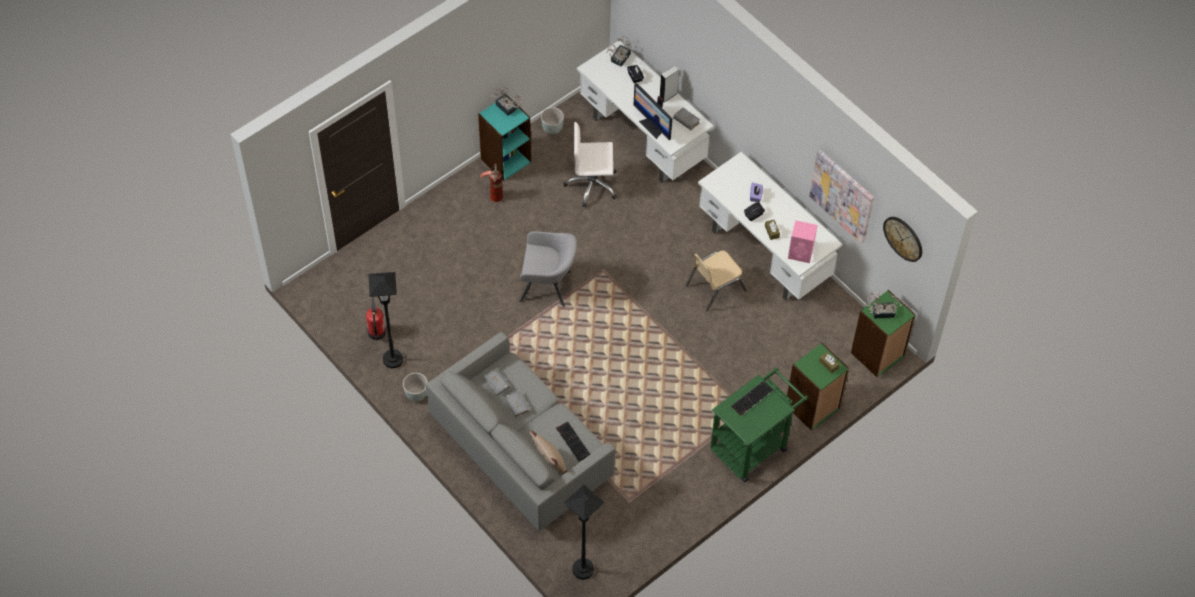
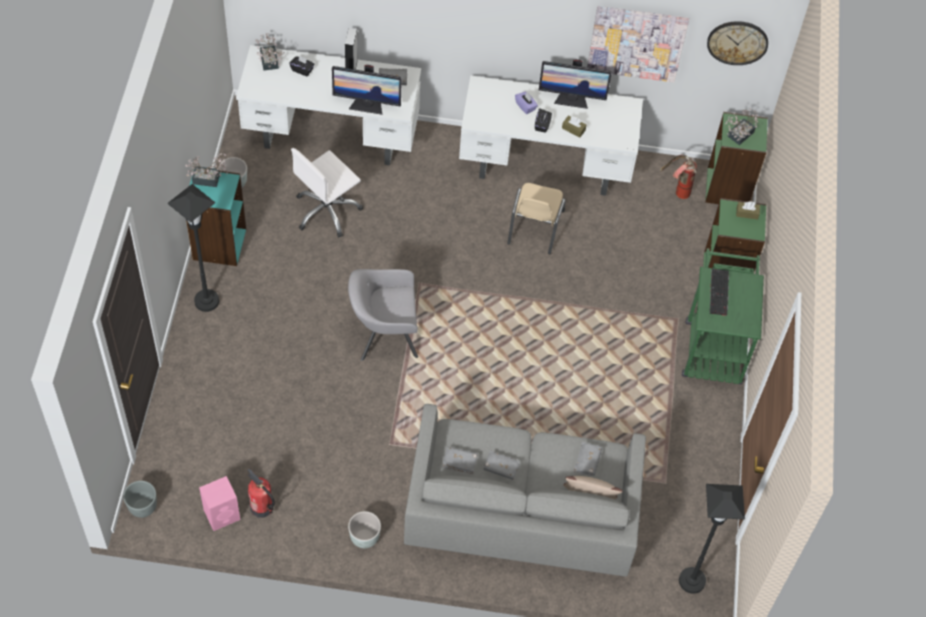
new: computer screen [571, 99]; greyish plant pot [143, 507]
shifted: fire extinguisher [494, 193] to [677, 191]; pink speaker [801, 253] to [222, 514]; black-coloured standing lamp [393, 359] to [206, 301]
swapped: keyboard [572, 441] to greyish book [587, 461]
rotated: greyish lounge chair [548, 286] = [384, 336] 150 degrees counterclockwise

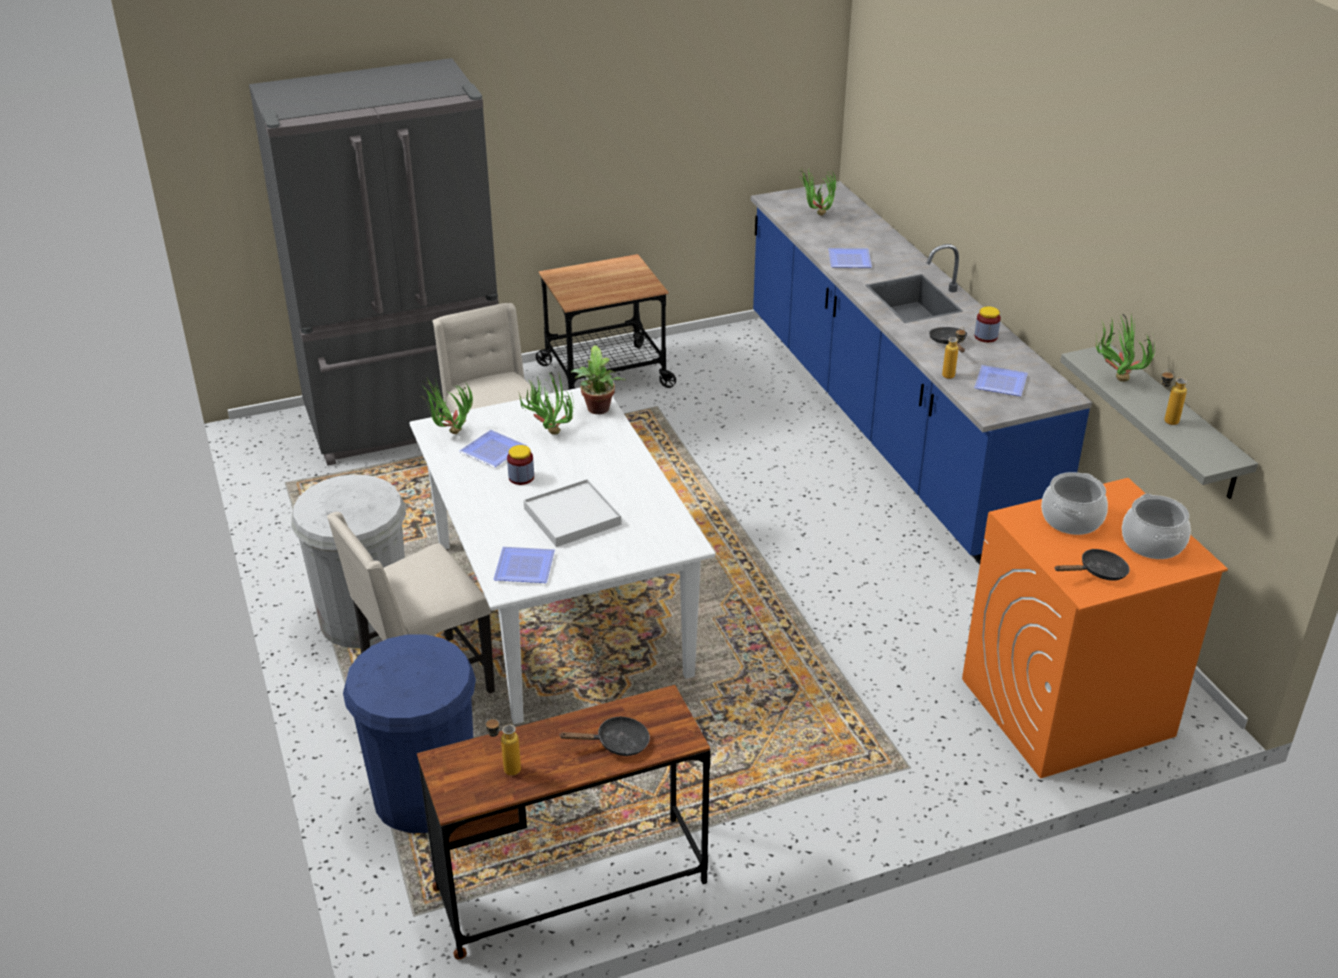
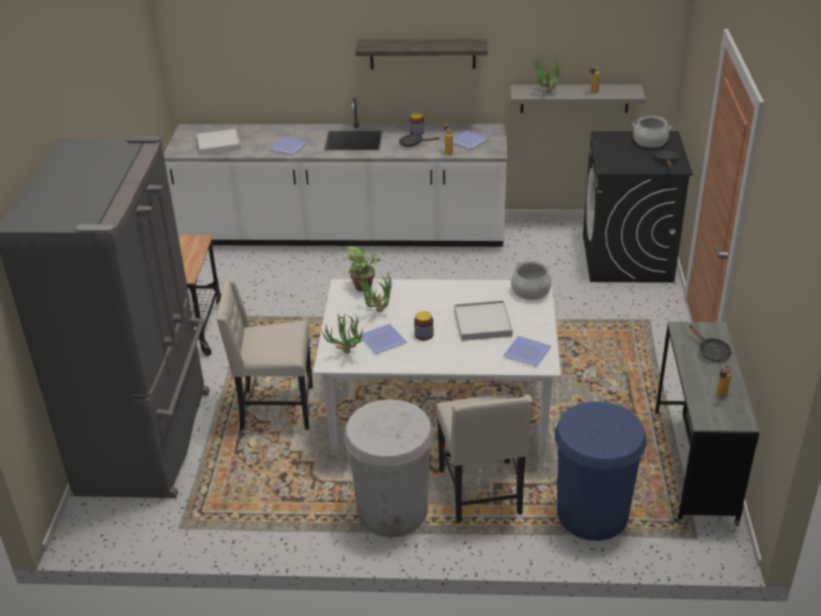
new: shelf [422, 54]
shifted: cooking pot [1072, 519] to [531, 290]
swapped: houseplant [816, 216] to white tray [218, 143]
repainted: blue-coloured kitchen counter [887, 424] to white kitchen counter [344, 235]; orangey laundry machine [1065, 708] to black-coloured laundry machine [627, 258]; brownish desk [571, 886] to greyish desk [694, 465]
rotated: black-coloured pan [617, 743] = [711, 352] 135 degrees clockwise

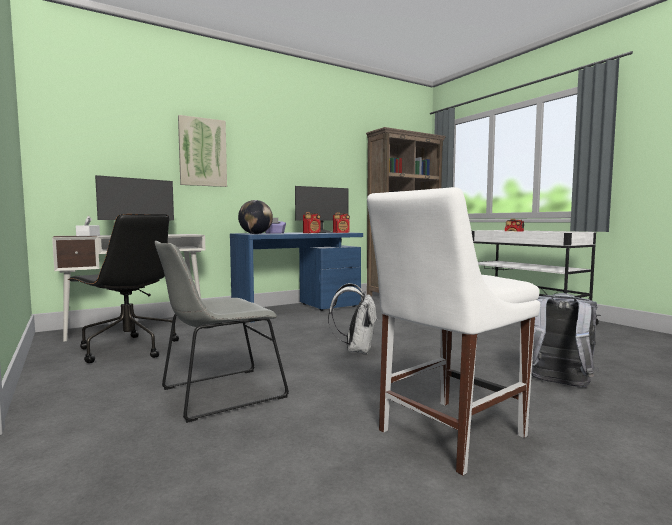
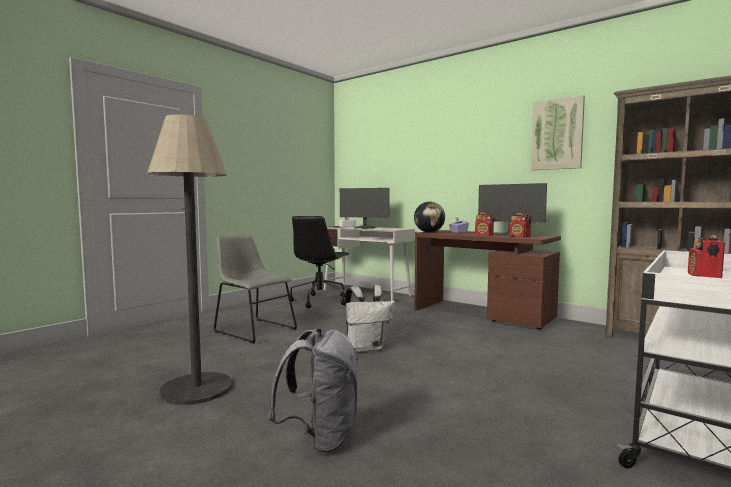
shifted: picture [202, 152] to [557, 134]
swapped: white upright chair [446, 435] to standing lamp [197, 388]
repainted: blue-coloured desk [298, 309] to brownish desk [483, 314]

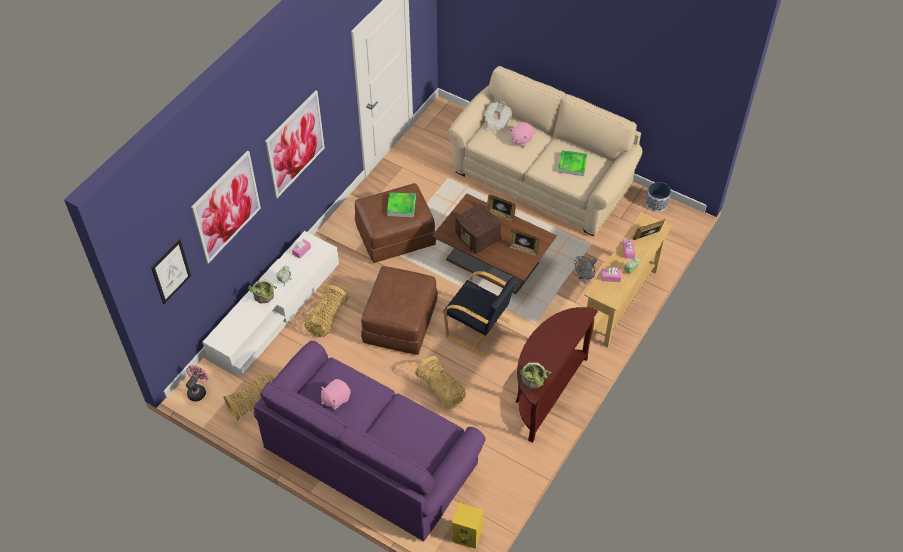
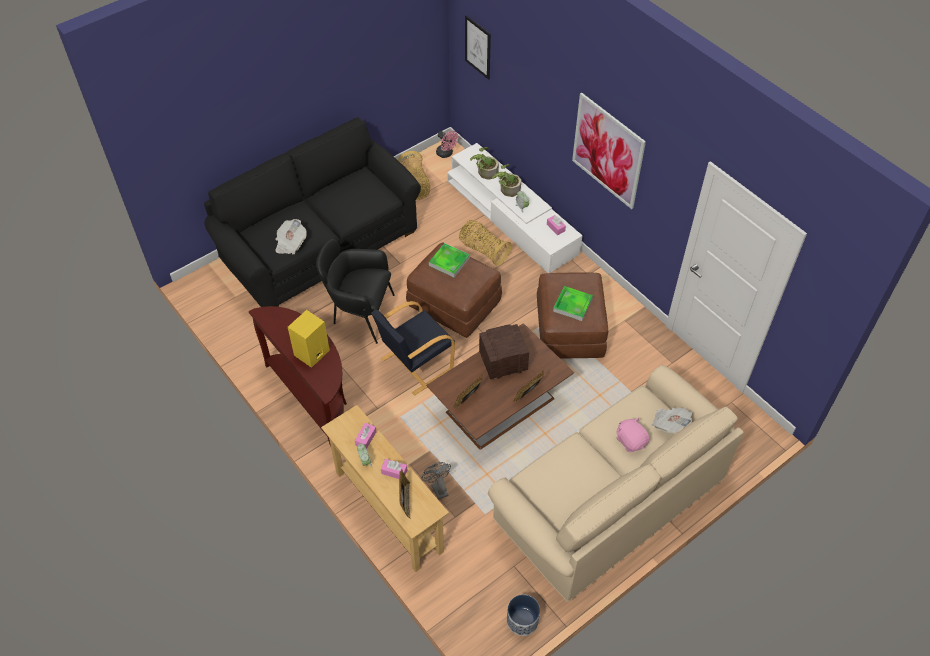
gone: picture [226, 207]; pink soft toy [335, 399]
new: printed paper [290, 243]
shifted: tray [572, 164] to [449, 262]; houseplant [533, 382] to [485, 172]; yellow-coloured speaker [468, 535] to [311, 354]
swapped: basket [441, 391] to black-coloured lounge chair [359, 314]
repainted: purple settee [370, 457] to black-coloured settee [320, 246]

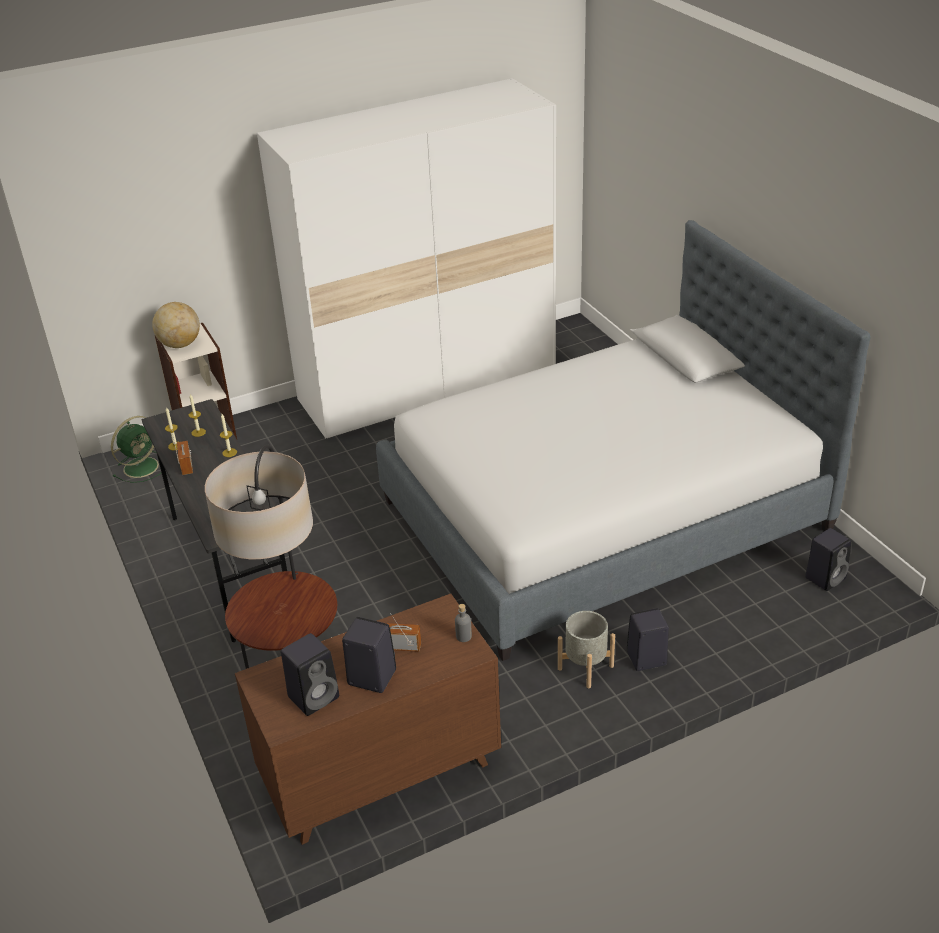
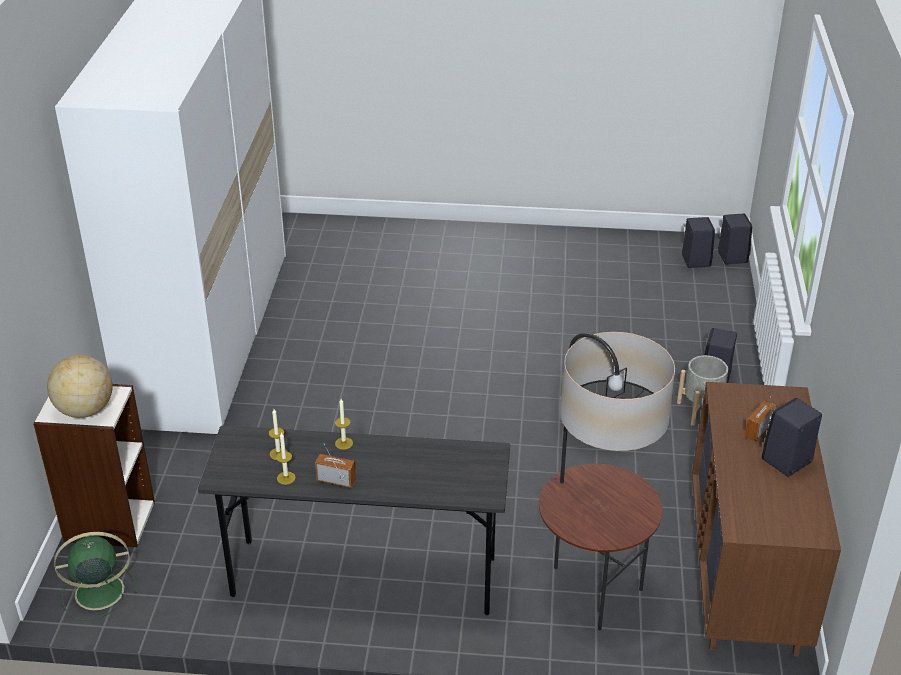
gone: bedroom bed [603, 515]; greyish bottle [463, 636]
shifted: black-coloured speaker [315, 696] to [731, 256]
rotated: greenish fan [142, 466] = [97, 592] 90 degrees counterclockwise

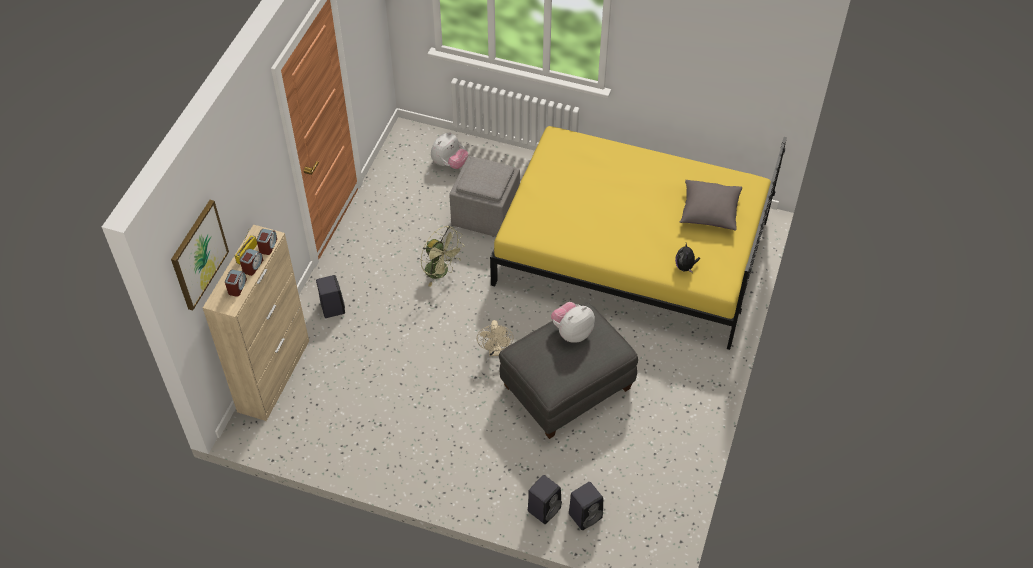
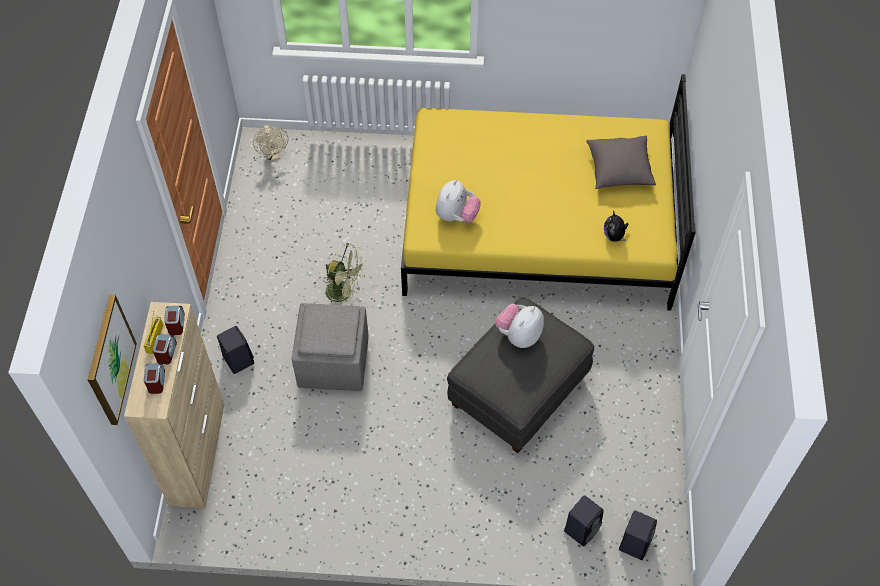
shifted: soft toy [449, 164] to [456, 216]; greyish pouffe [486, 214] to [334, 363]; beige-coloured fan [495, 350] to [273, 155]; black-coloured speaker [544, 508] to [635, 542]

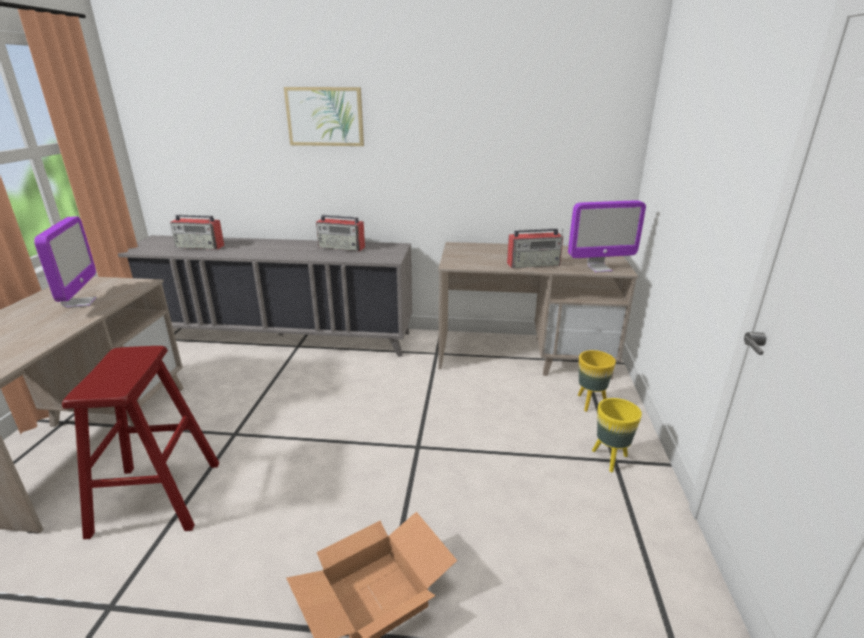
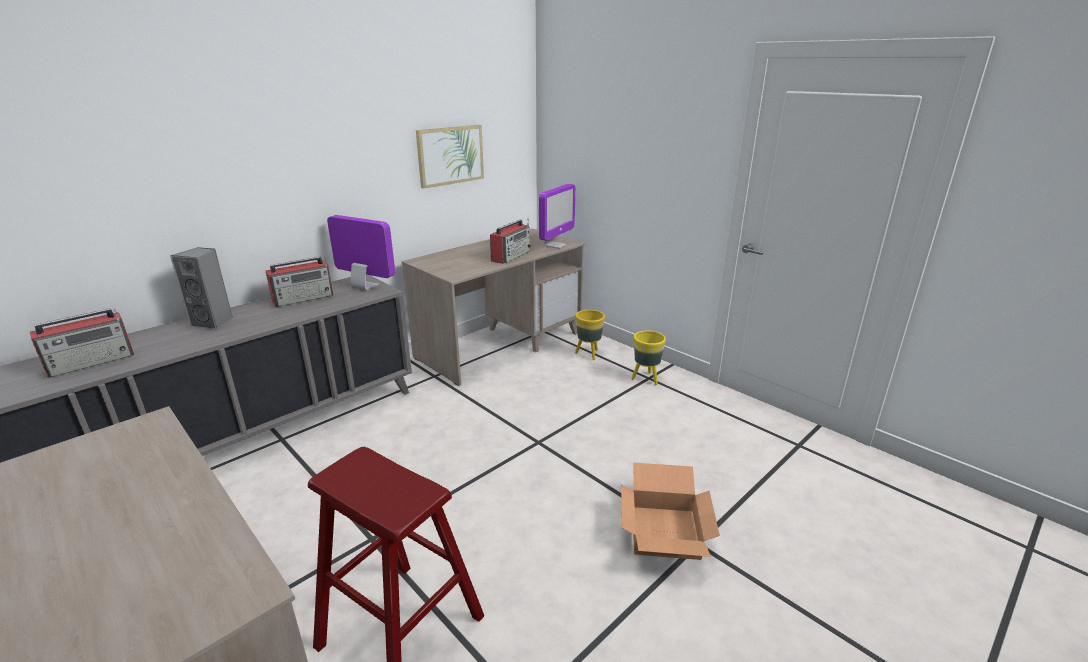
new: greyish speaker [214, 322]
shifted: picture [325, 116] to [450, 155]; computer screen [80, 303] to [365, 286]

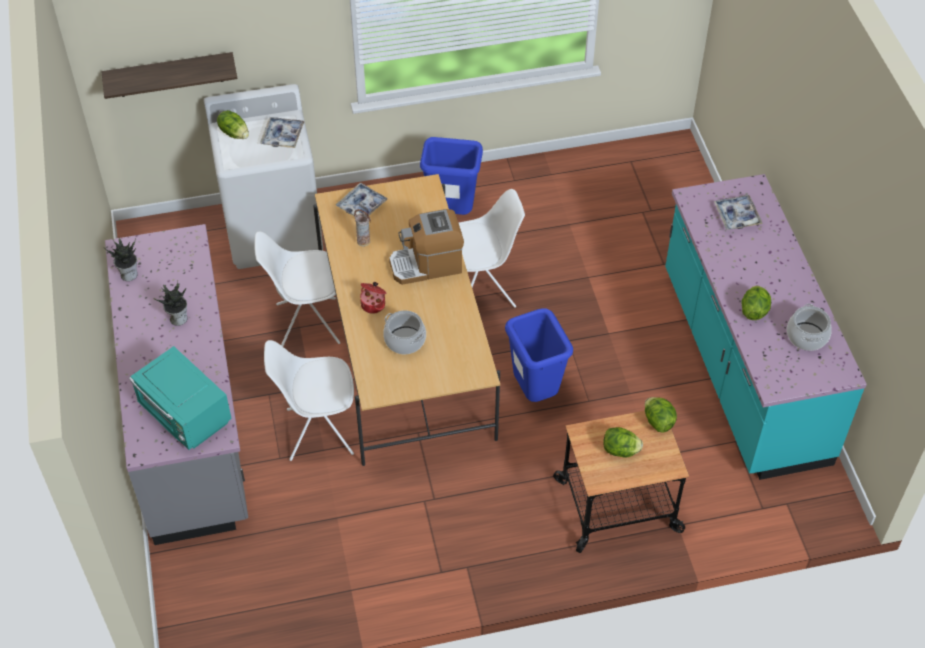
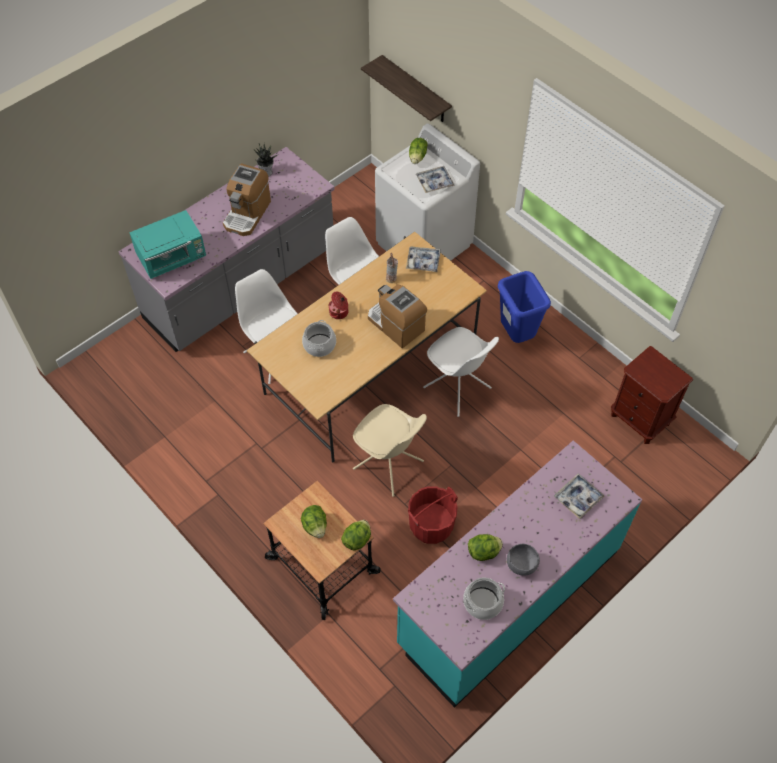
new: brownish nightstand [640, 419]; reddish bucket [431, 526]; greyish deep dish [521, 565]
swapped: houseplant [178, 318] to coffee machine [247, 214]; blue-coloured trash can [535, 392] to beige-coloured upright chair [389, 466]
rotated: blue-green kitchen microwave [185, 416] = [173, 258] 135 degrees counterclockwise

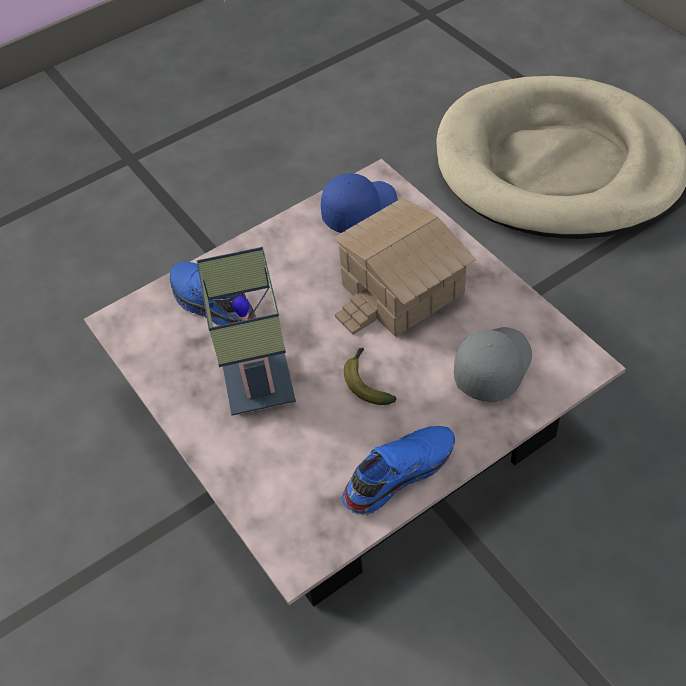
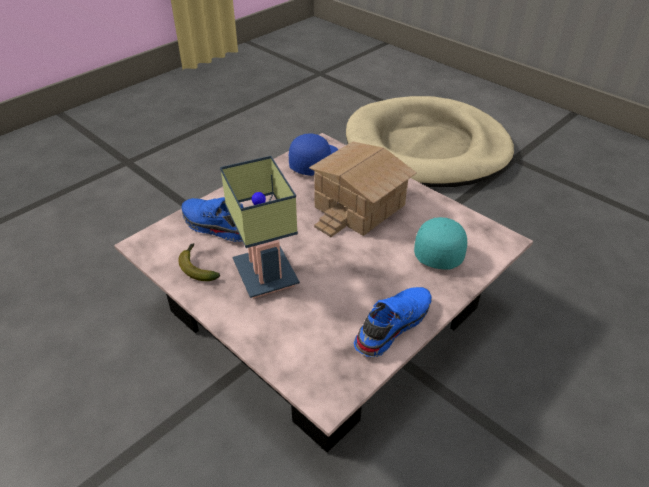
shifted: banana fruit [366, 381] to [197, 267]
repainted: greyish peaked cap [492, 367] to blue-green peaked cap [439, 248]

